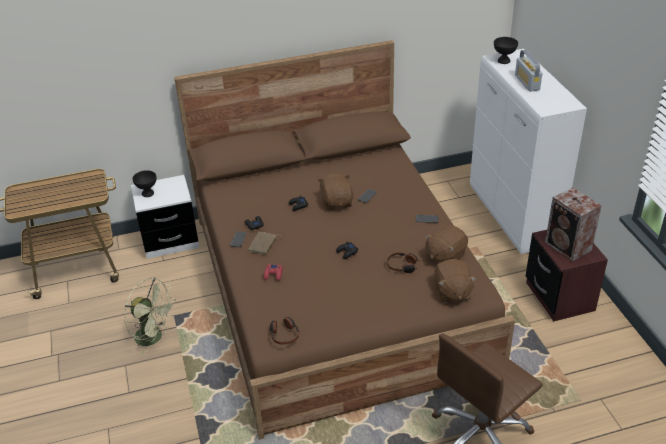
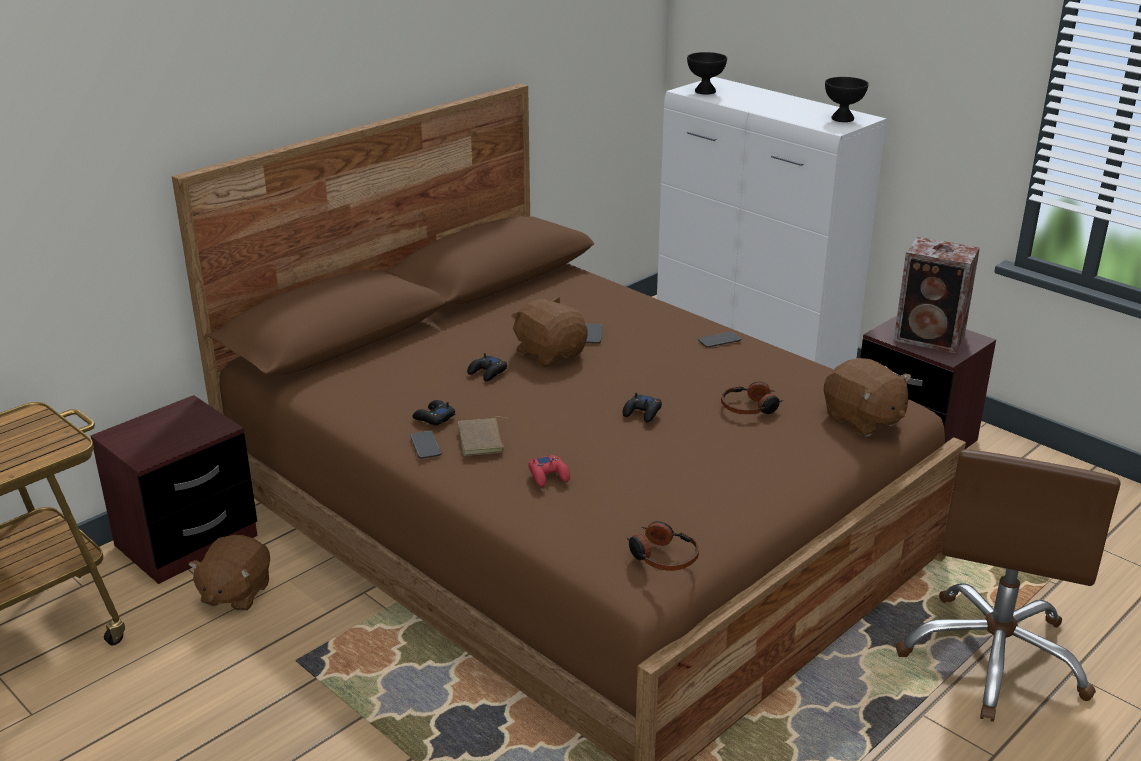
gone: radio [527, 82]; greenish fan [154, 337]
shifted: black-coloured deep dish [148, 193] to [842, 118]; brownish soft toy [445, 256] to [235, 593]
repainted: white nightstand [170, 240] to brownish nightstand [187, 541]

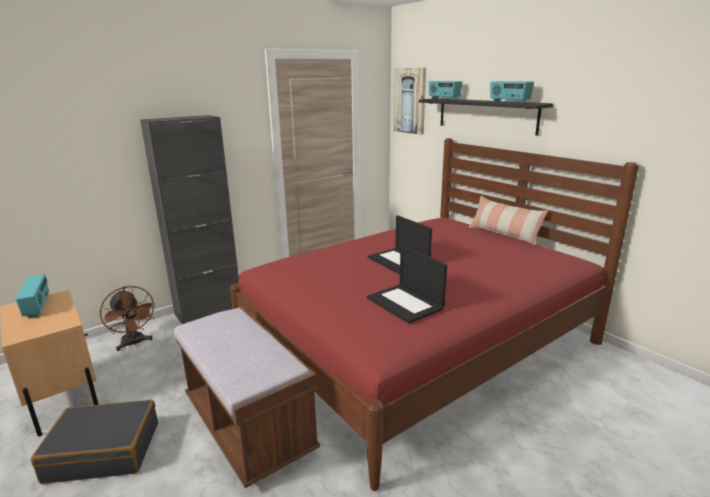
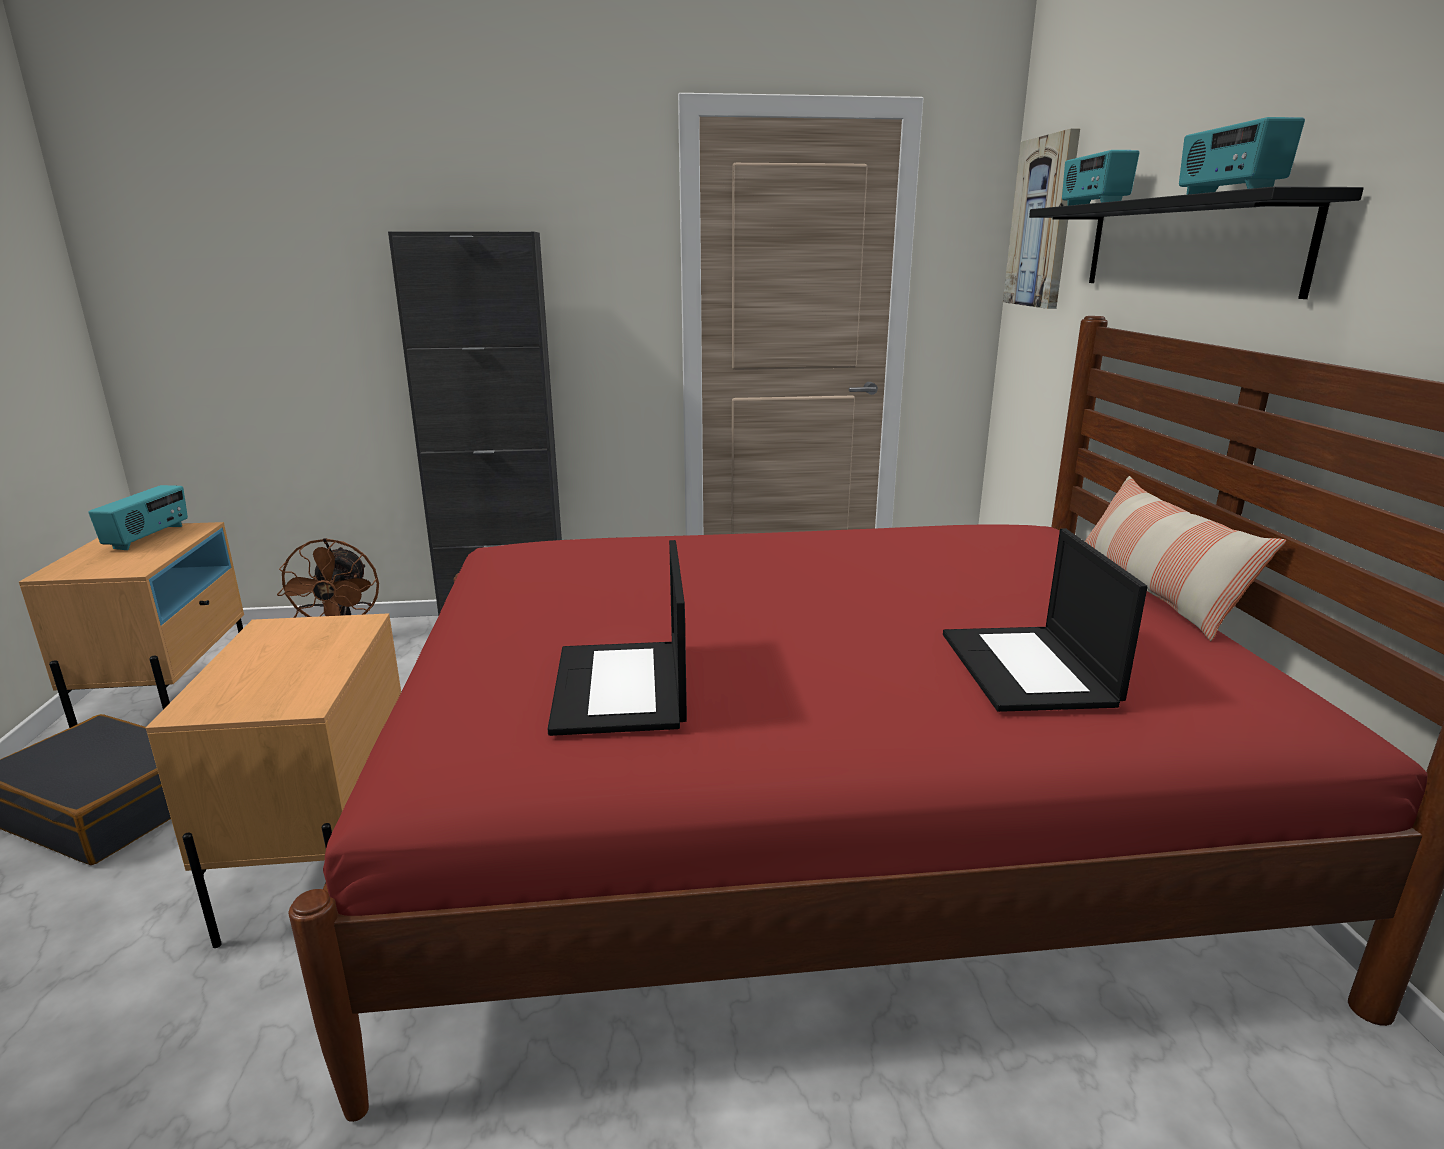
shifted: laptop [399, 261] to [1029, 669]
swapped: brownish bench [248, 426] to beige-coloured nightstand [322, 858]

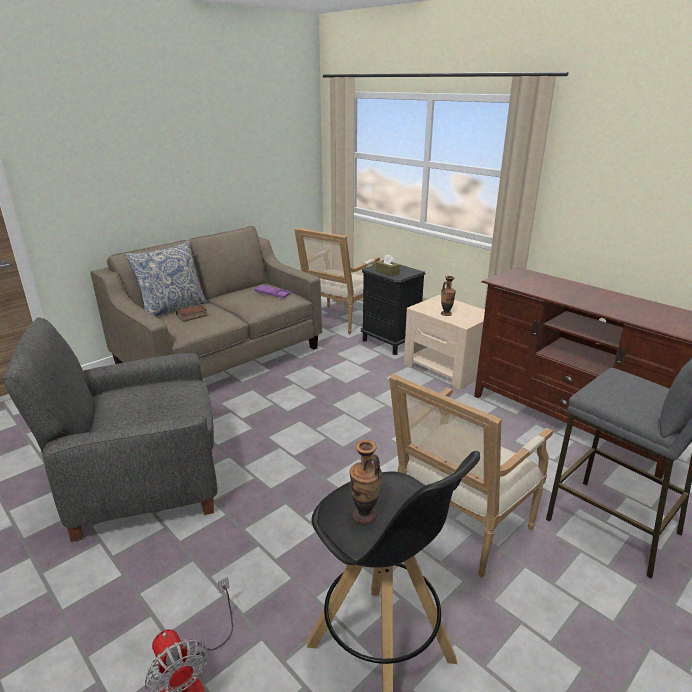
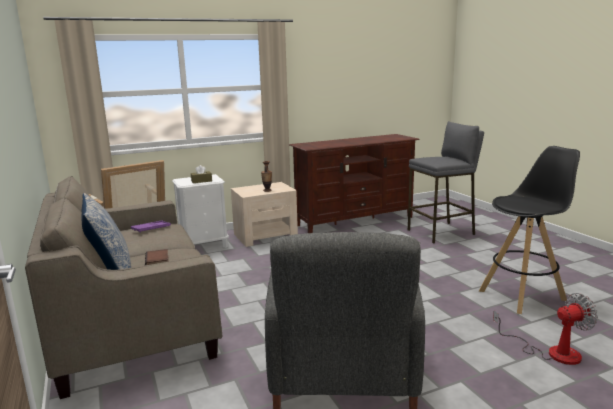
gone: lounge chair [456, 528]; decorative vase [364, 515]
repainted: black-coloured nightstand [389, 342] to white nightstand [204, 245]

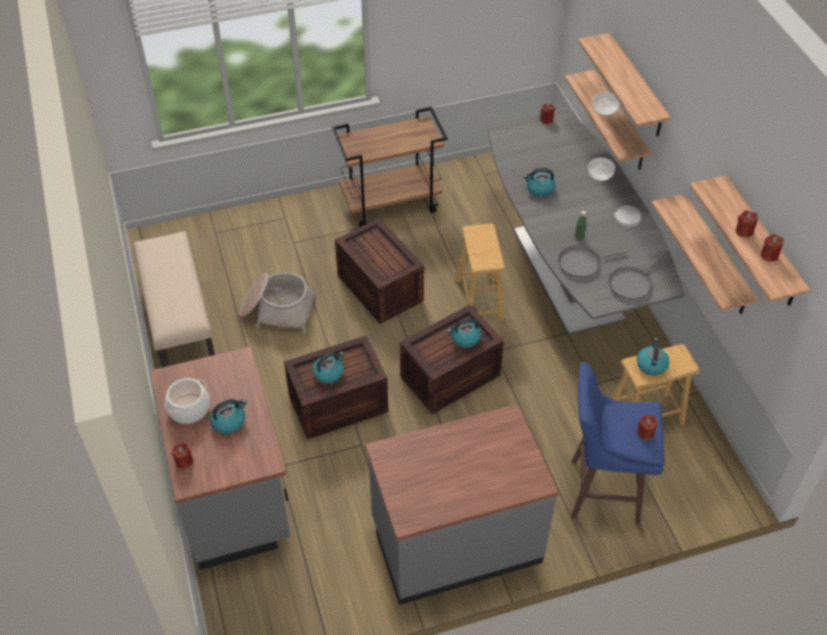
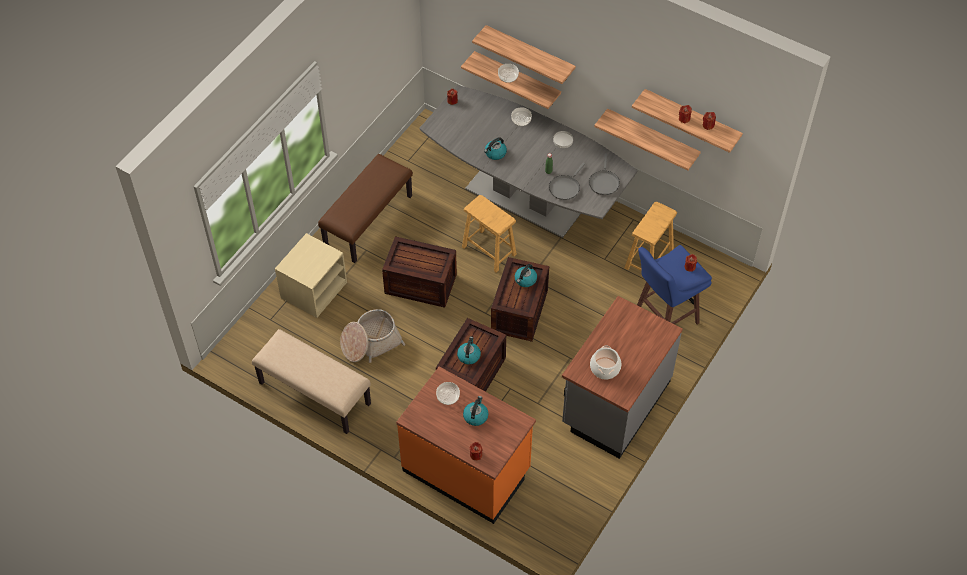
gone: kettle [651, 364]
new: beige-coloured nightstand [314, 290]; deep dish [448, 396]
shifted: cooking pot [189, 408] to [604, 368]
swapped: brownish trolley [391, 203] to brownish bench [368, 220]
repainted: greyish kitchen counter [234, 494] to orangey kitchen counter [467, 470]

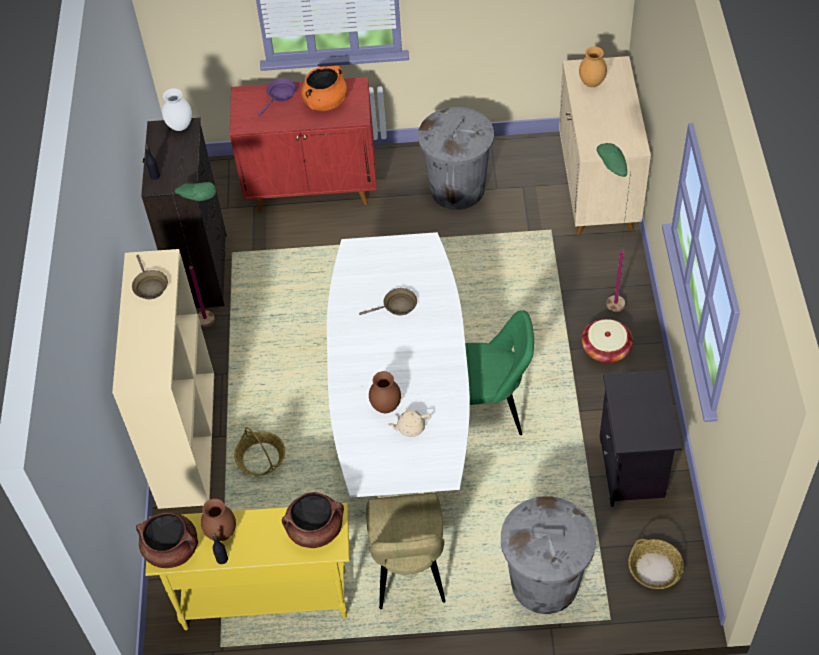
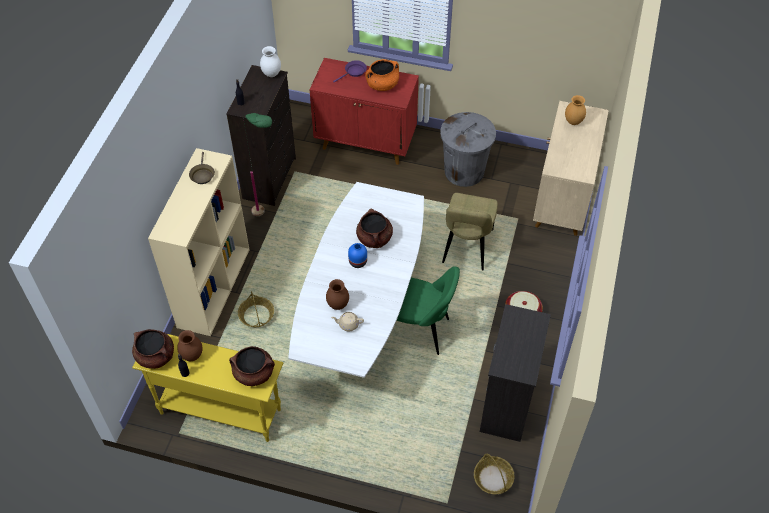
gone: greenish standing lamp [603, 298]; greyish trash can [545, 583]
new: blue-coloured decorative vase [358, 261]
shifted: beige-coloured upright chair [409, 572] to [466, 248]
swapped: brownish pan [397, 306] to brownish cooking pot [374, 238]; black-coloured nightstand [633, 469] to black-coloured drawer chest [506, 403]

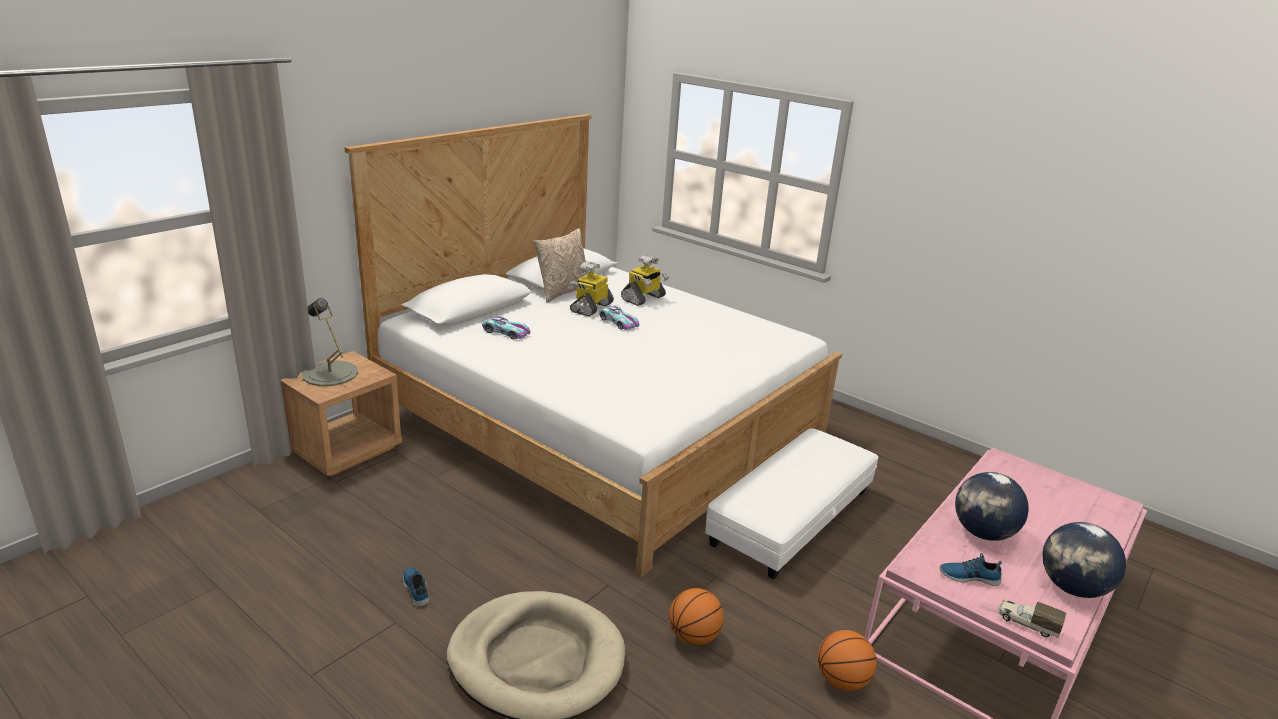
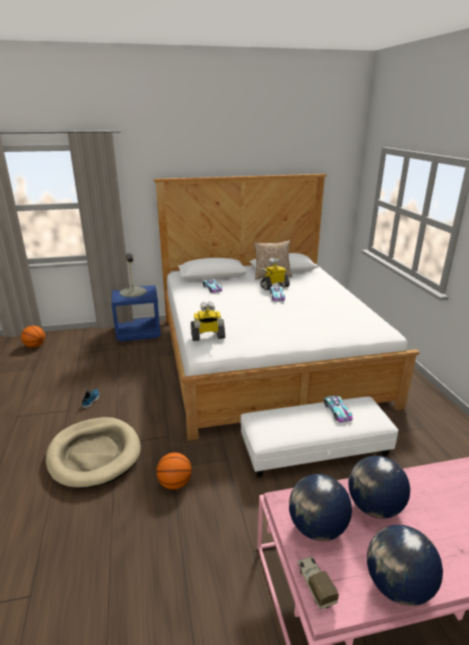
new: model car [337, 411]
shifted: toy robot [643, 298] to [207, 336]; ball for basketball [842, 680] to [35, 346]
swapped: shoe [968, 576] to world globe [317, 528]
repainted: brownish nightstand [345, 449] to blue-coloured nightstand [139, 332]

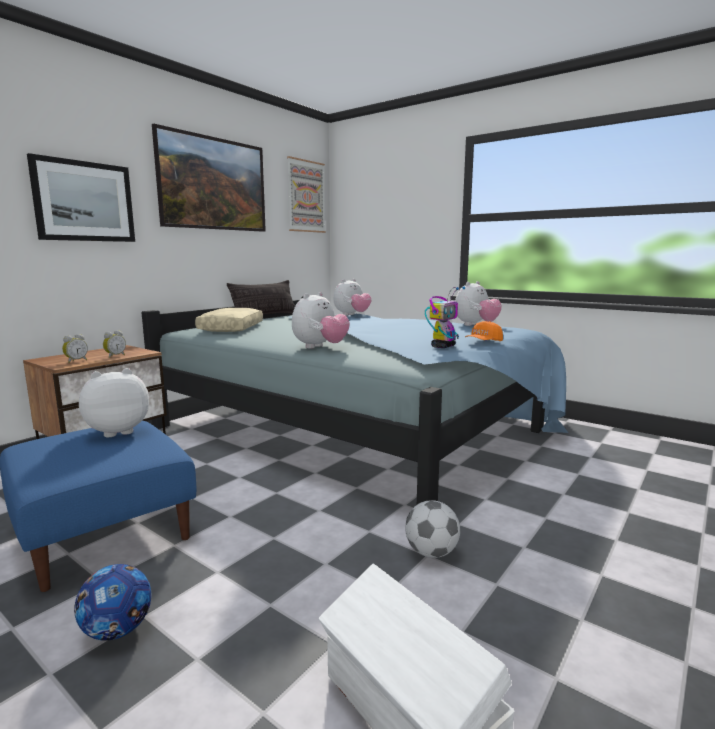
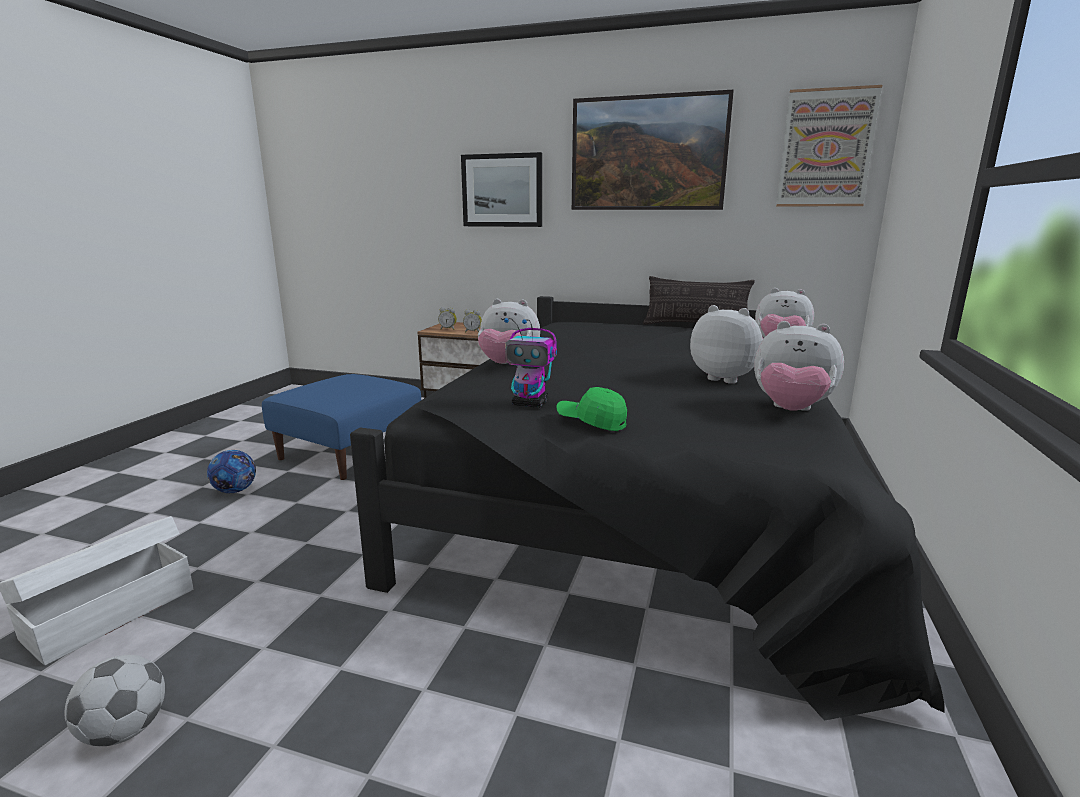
gone: beige-coloured cushion [230, 328]
shifted: soft toy [117, 431] to [726, 378]; football ball [431, 552] to [125, 730]
repainted: blue-coloured bedroom bed [361, 427] to black-coloured bedroom bed [641, 500]; orangey peaked cap [483, 342] to greenish peaked cap [591, 422]

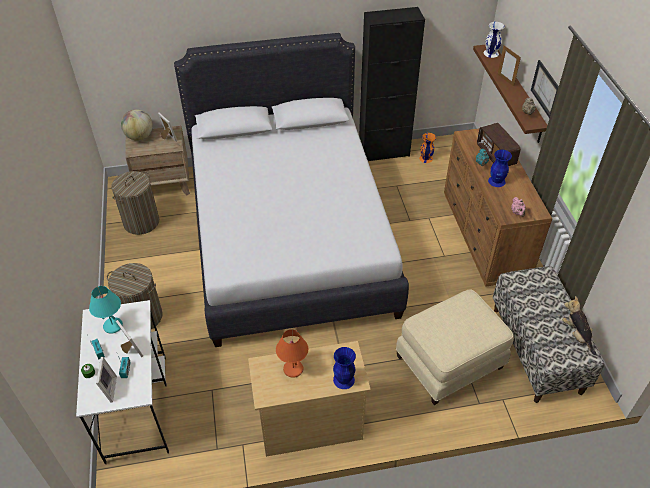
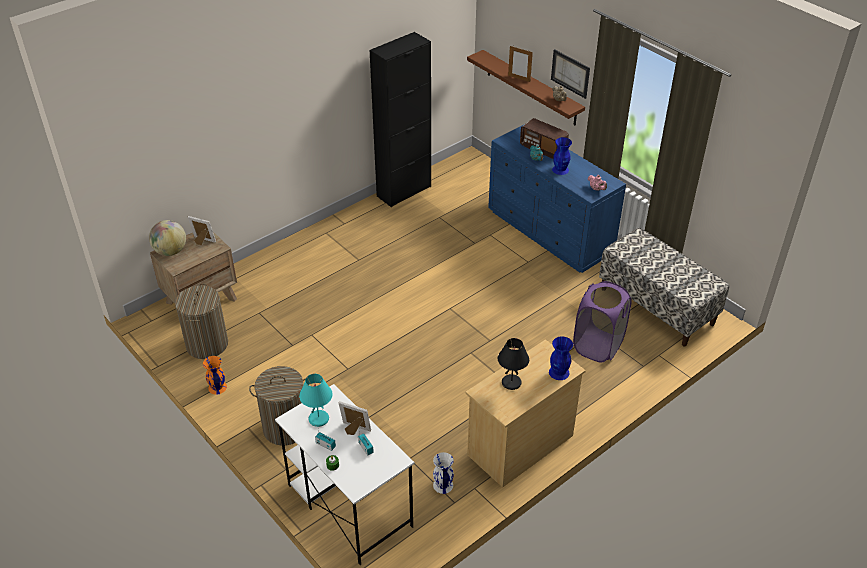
gone: white bedroom bed [289, 237]; soft toy [576, 334]; picture frame [108, 389]
shifted: white decorative vase [490, 53] to [442, 485]; orangey decorative vase [425, 158] to [217, 387]
swapped: beige-coloured pouffe [450, 363] to purple washing basket [598, 346]
repainted: brownish drawer chest [484, 236] to blue-coloured drawer chest [550, 232]; orangey table lamp [293, 369] to black-coloured table lamp [511, 382]

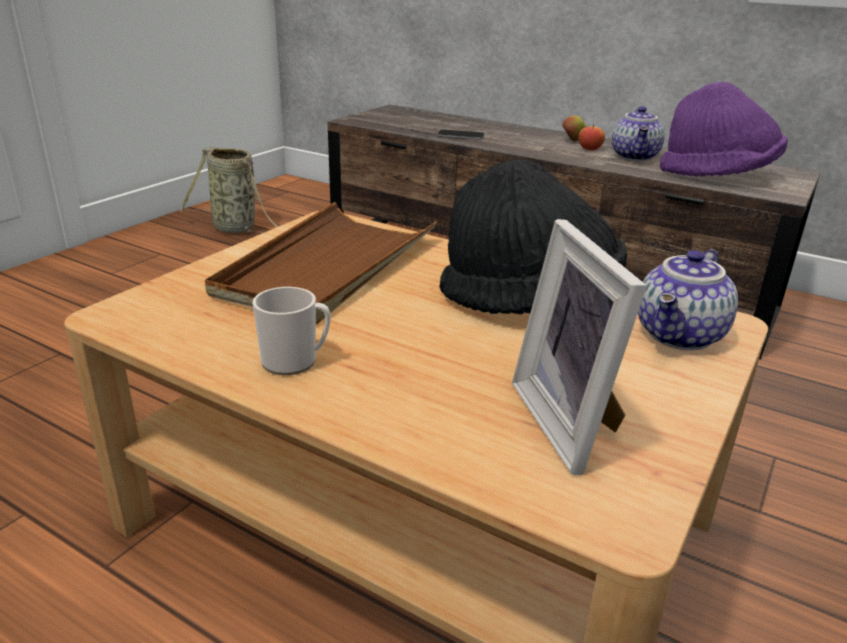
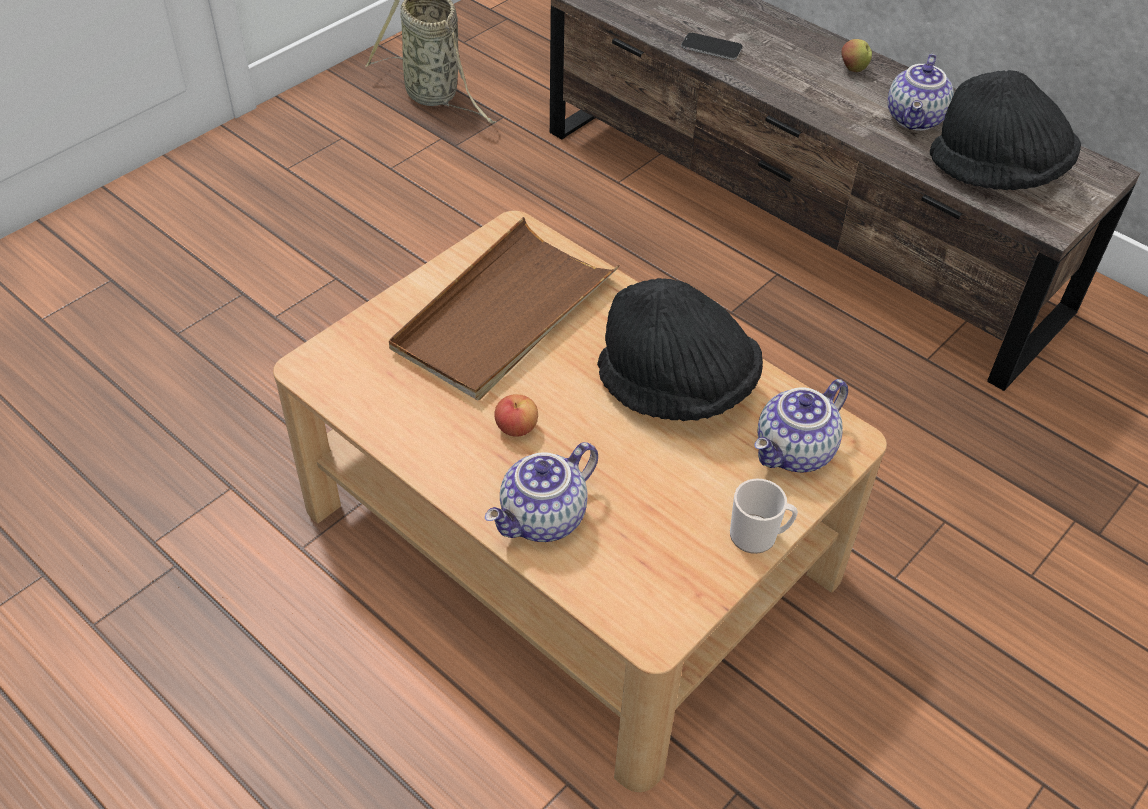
gone: picture frame [571, 422]
new: tea pot [544, 519]
shifted: whole apple [590, 149] to [516, 428]; mug [295, 361] to [758, 536]
repainted: purple hat [717, 175] to black-coloured hat [997, 172]

